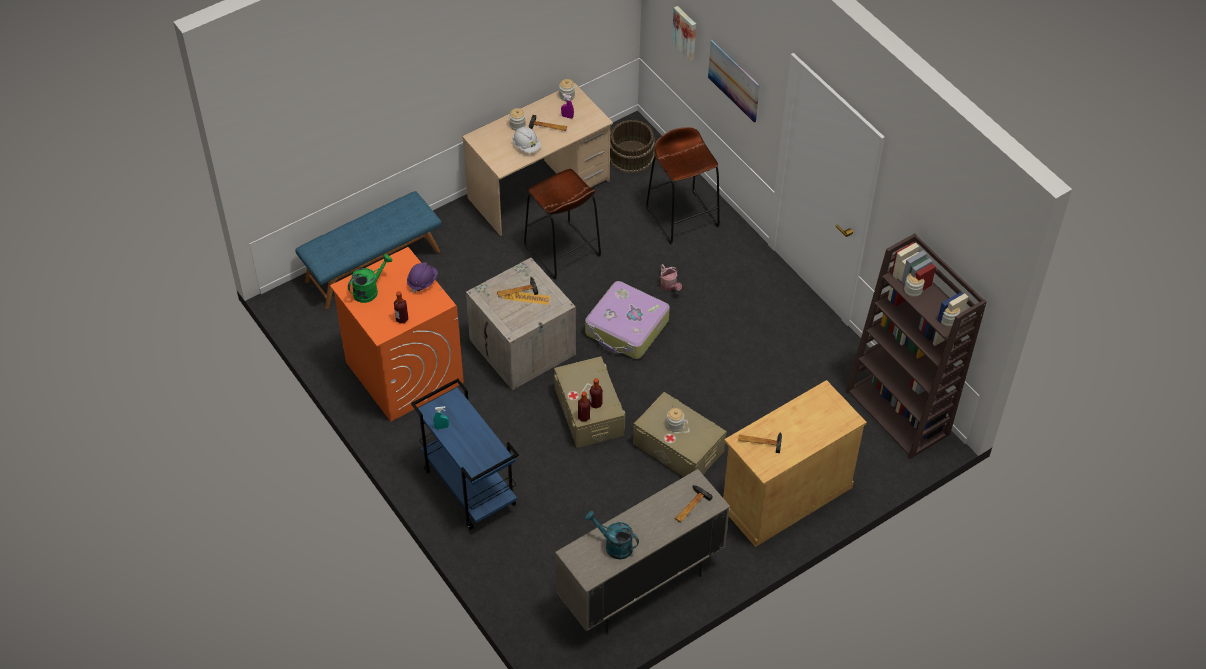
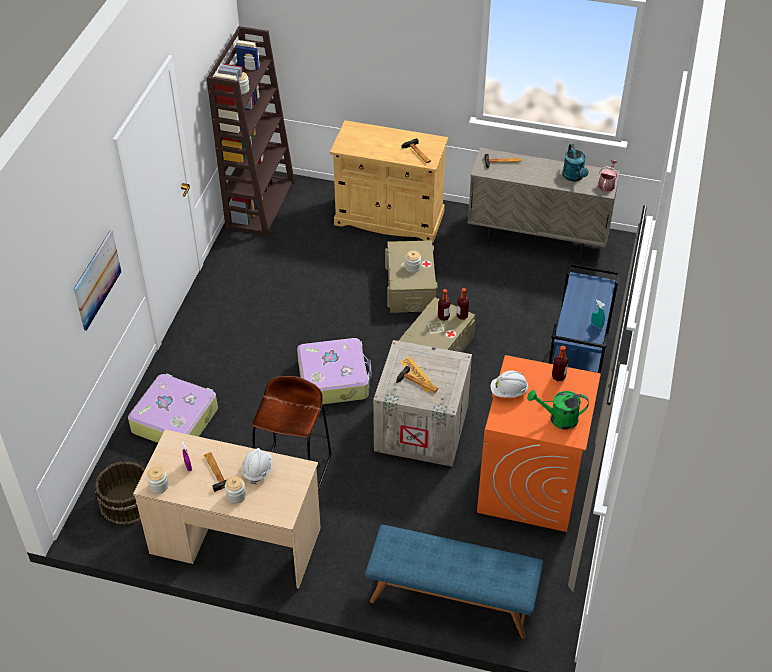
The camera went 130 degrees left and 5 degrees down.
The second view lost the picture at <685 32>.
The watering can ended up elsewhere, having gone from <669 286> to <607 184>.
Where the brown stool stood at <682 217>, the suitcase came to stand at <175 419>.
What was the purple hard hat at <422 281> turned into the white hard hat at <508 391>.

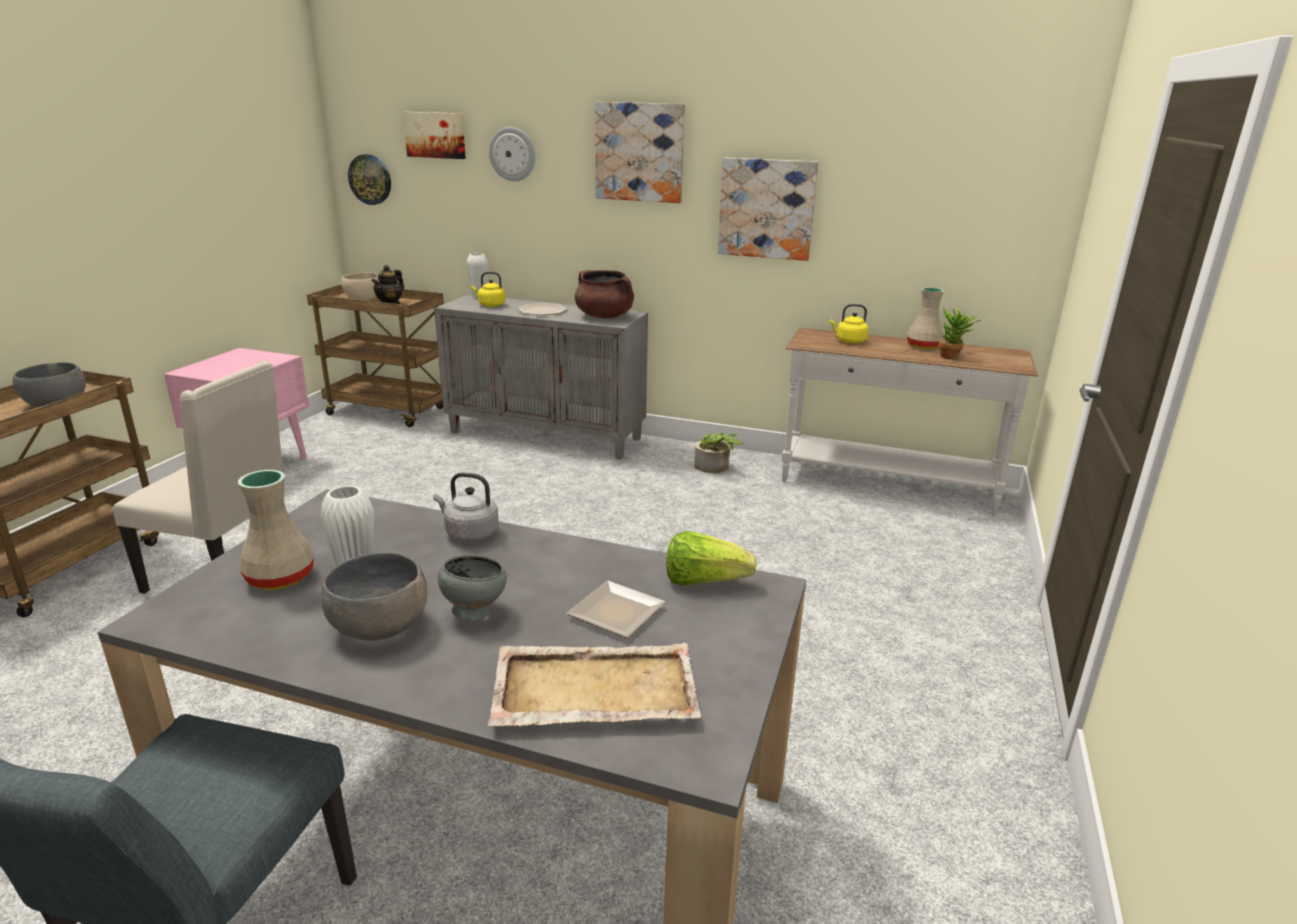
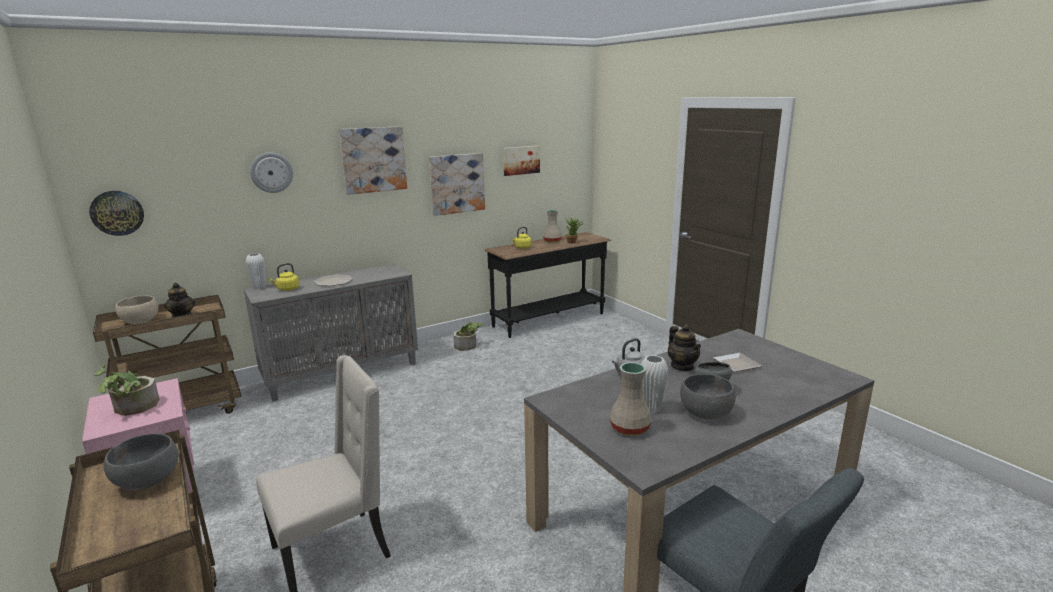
The camera went 50 degrees left and 5 degrees down.
The second view lost the beige tray at <593 689>.
The second view lost the brown cooking pot at <605 316>.
The second view lost the lettuce at <703 581>.
The second view gained the potted plant at <132 408>.
The second view gained the teapot at <682 366>.
The picture ended up elsewhere, having gone from <436 135> to <520 160>.
What was the white console table at <887 486> turned into the black console table at <549 320>.

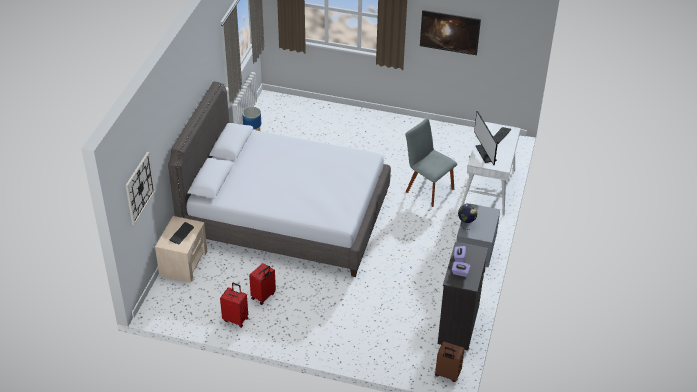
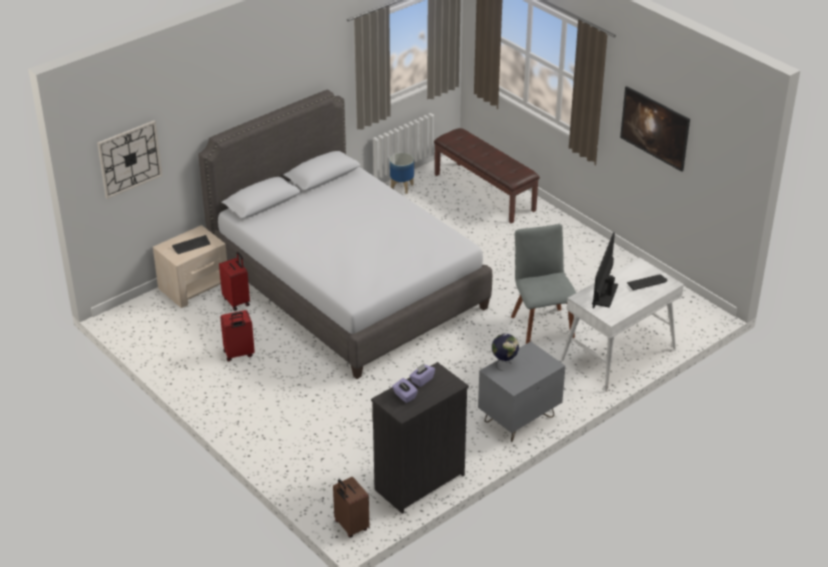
The camera went 35 degrees right and 5 degrees down.
The second view gained the brown bench at <485 192>.
The red suitcase ended up elsewhere, having gone from <236 319> to <237 301>.

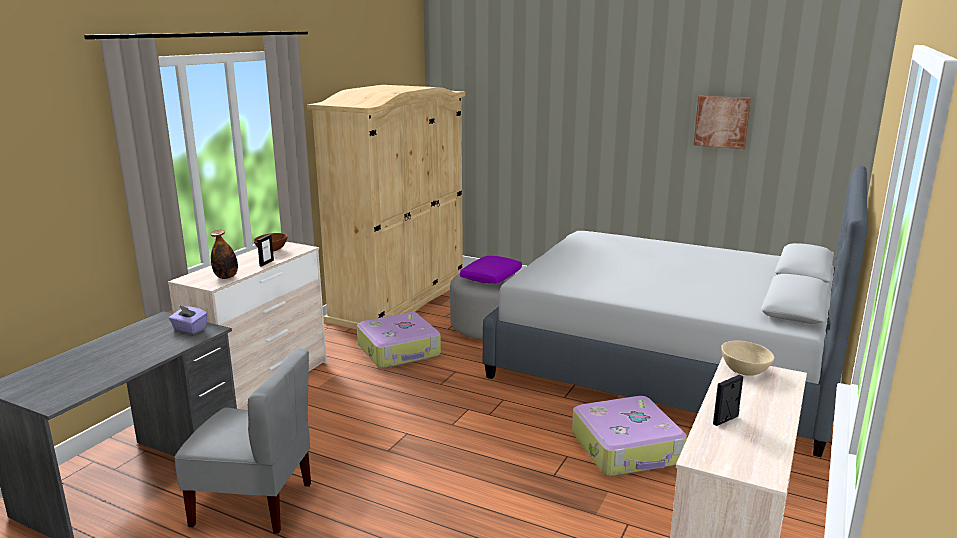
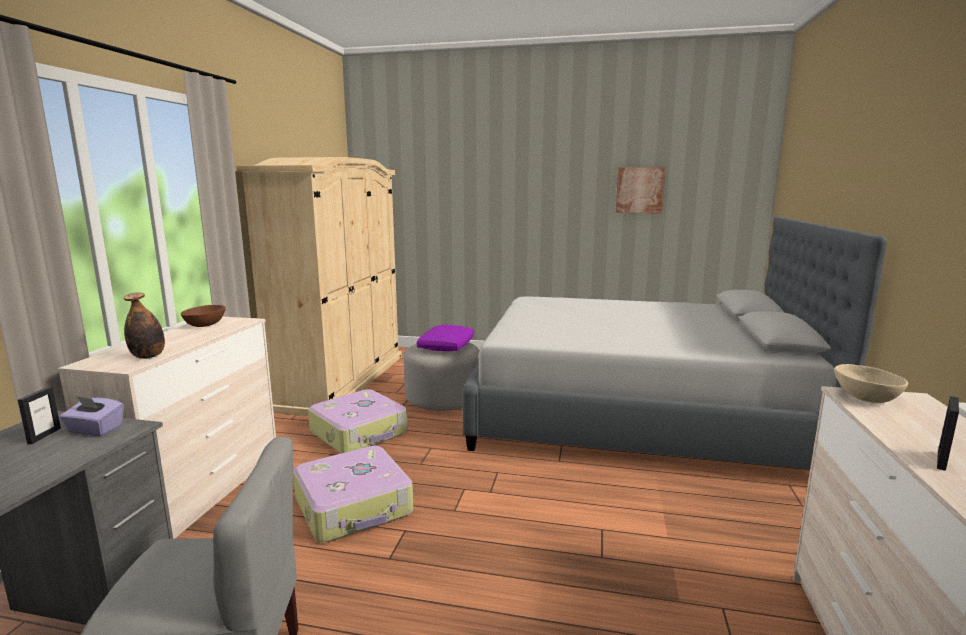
The camera went 15 degrees left and 5 degrees down.
The picture frame ended up elsewhere, having gone from <266 263> to <44 436>.
The suitcase ended up elsewhere, having gone from <627 449> to <354 506>.

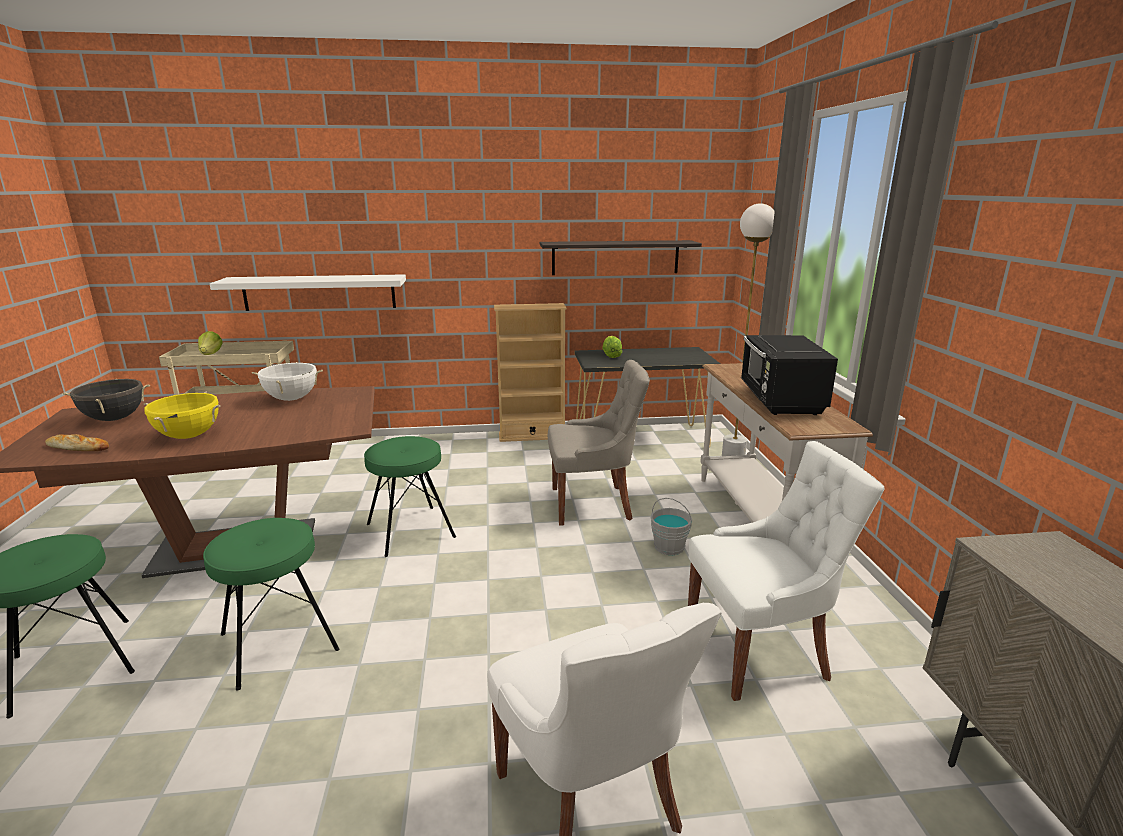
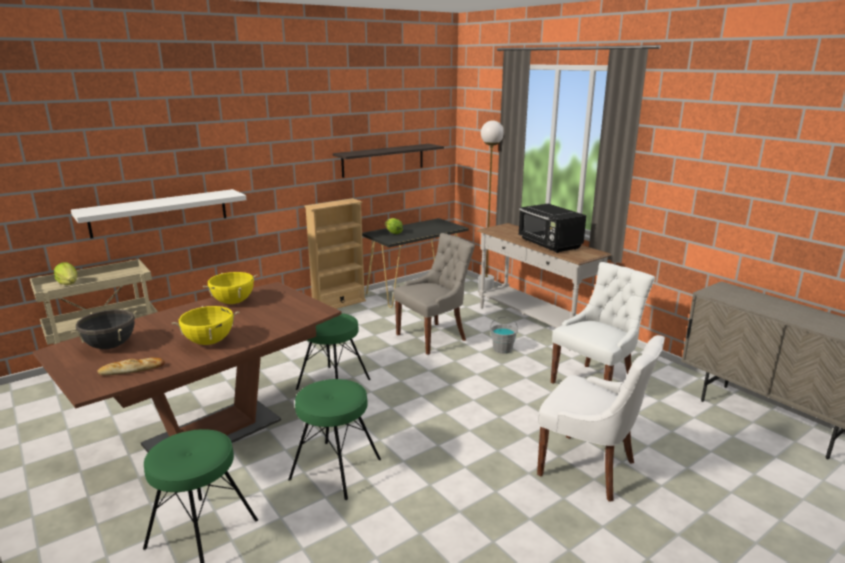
The camera went 30 degrees left and 0 degrees up.
What was the white cooking pot at <292 399> turned into the yellow cooking pot at <233 302>.

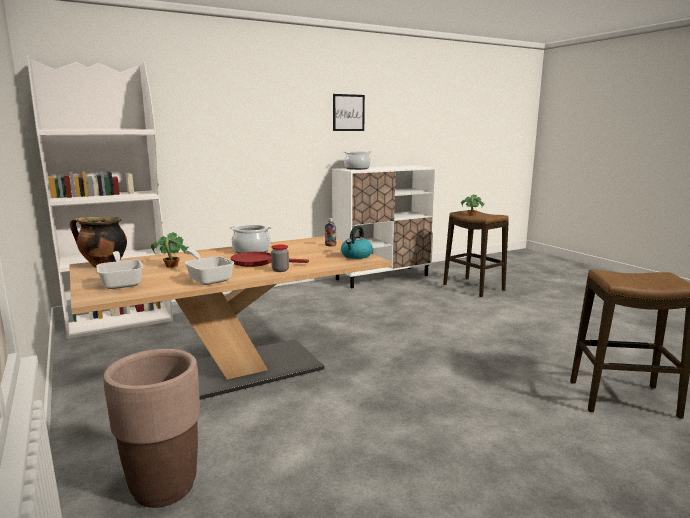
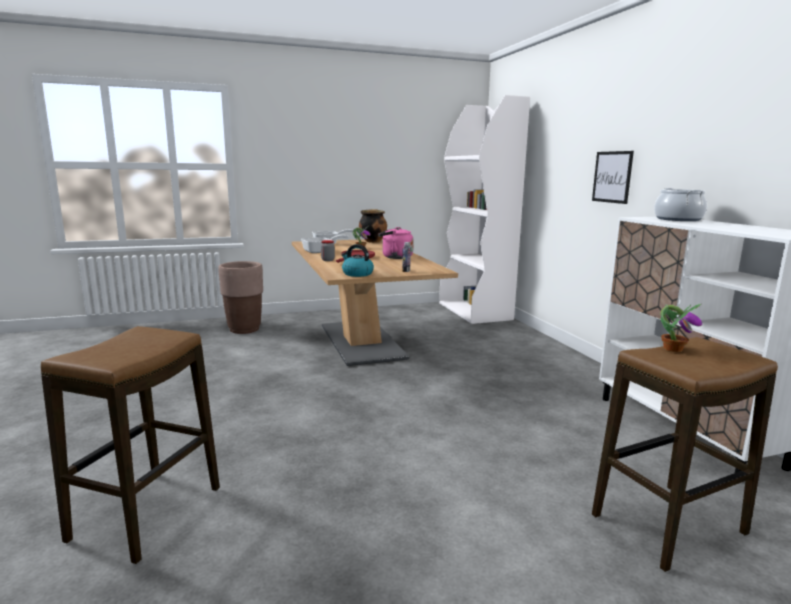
The camera went 100 degrees right and 0 degrees up.
The picture ended up elsewhere, having gone from <348 112> to <612 177>.
Where the cooking pot stood at <252 251>, the pink kettle came to stand at <395 257>.

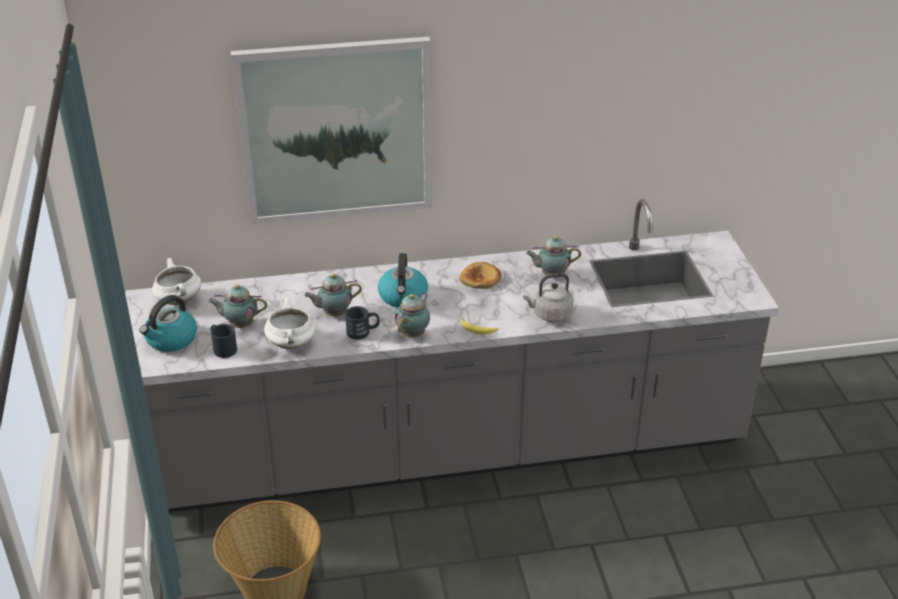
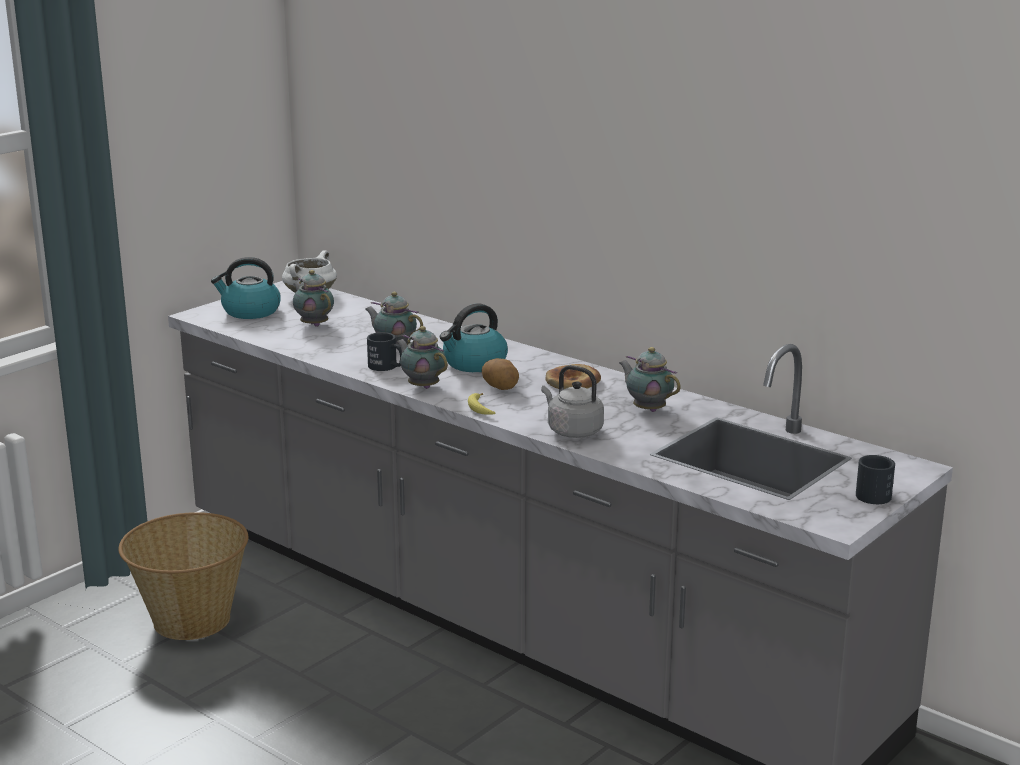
The camera went 50 degrees right and 15 degrees down.
The second view lost the picture at <336 131>.
The second view lost the white cooking pot at <292 344>.
The second view gained the potato at <500 388>.
The black mug ended up elsewhere, having gone from <222 348> to <873 493>.
The teapot at <414 333> ended up facing another way, 120 degrees counterclockwise from before.

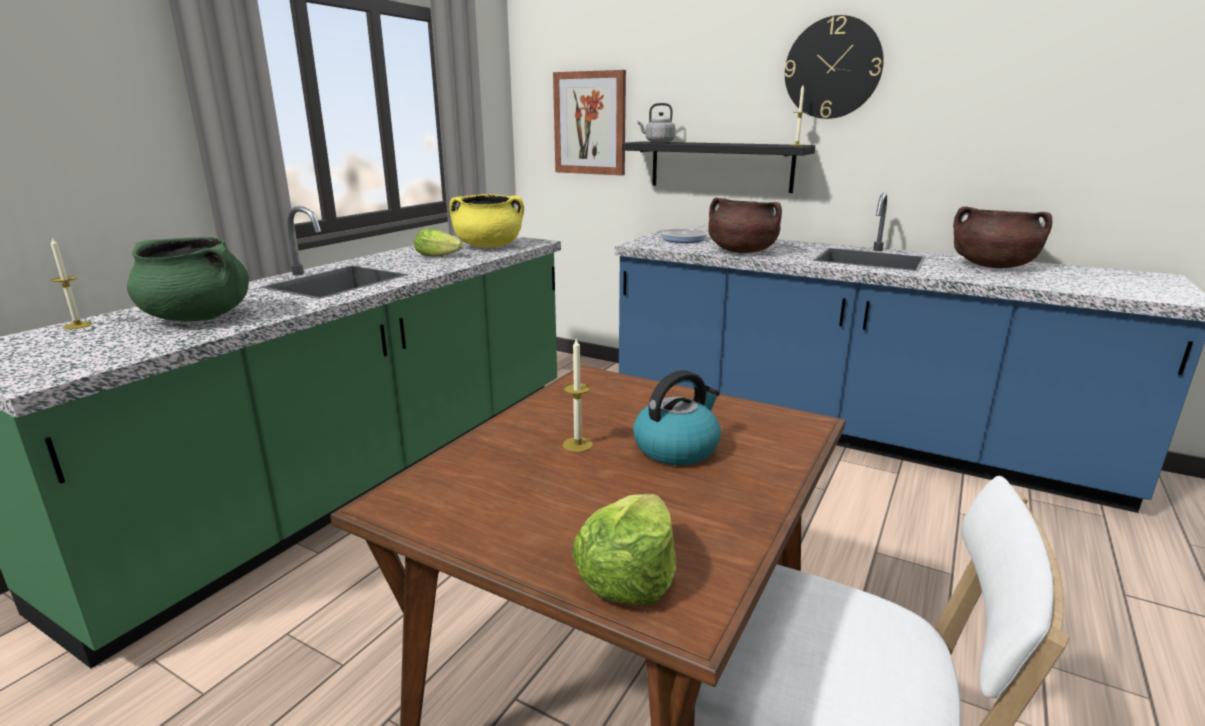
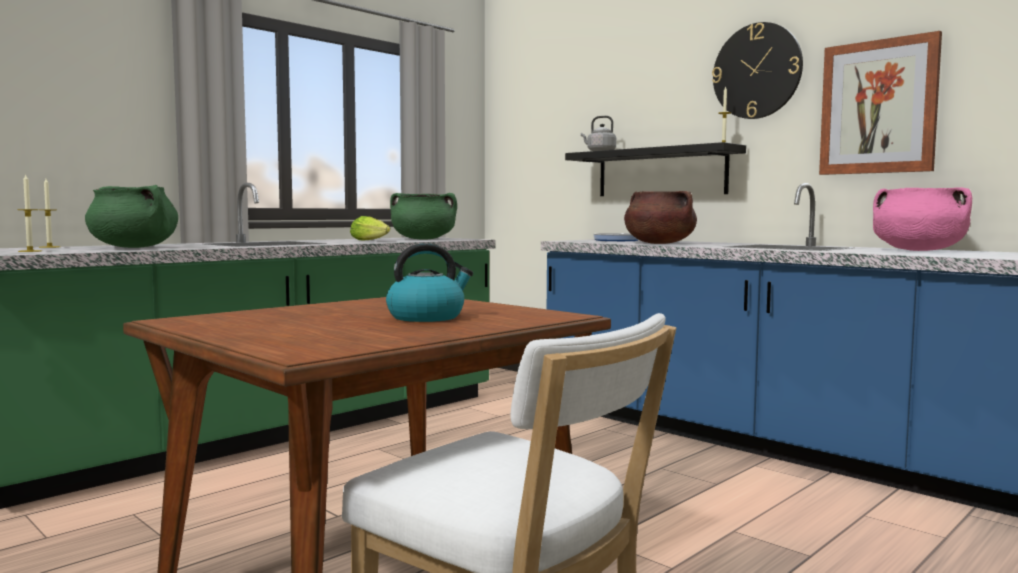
The camera went 15 degrees right and 15 degrees down.
The second view lost the lettuce at <628 576>.
The picture ended up elsewhere, having gone from <590 123> to <878 107>.
The candle ended up elsewhere, having gone from <577 444> to <30 251>.
What was the yellow cooking pot at <489 246> turned into the green cooking pot at <423 239>.
What was the brown cooking pot at <992 266> turned into the pink cooking pot at <917 250>.

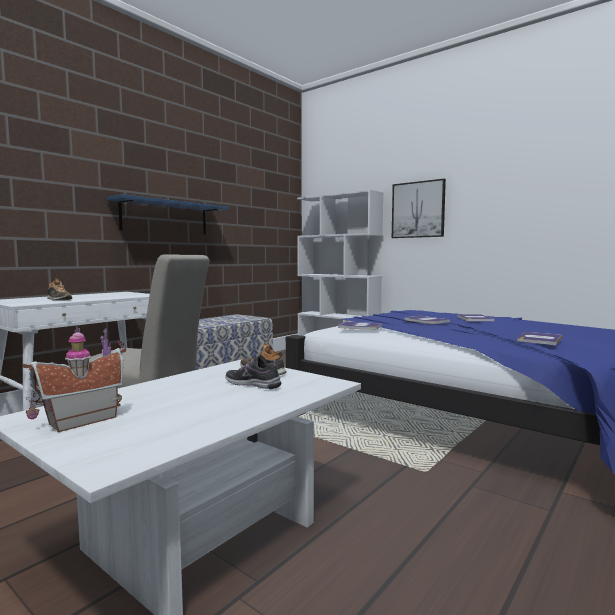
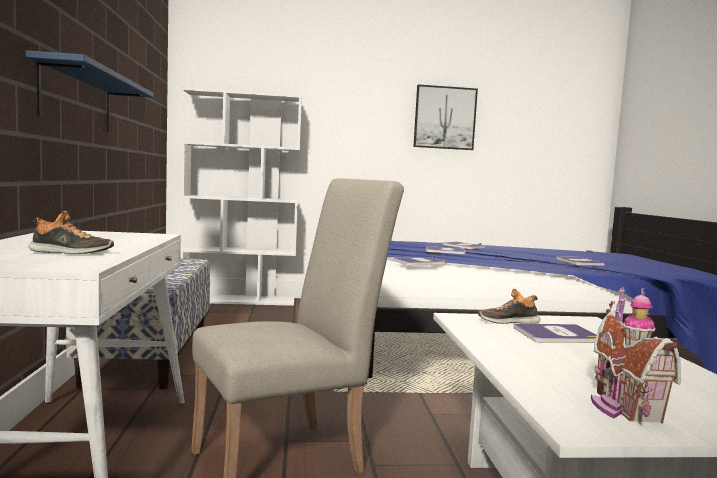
The camera went 45 degrees left and 0 degrees up.
The picture ended up elsewhere, having gone from <418 210> to <444 118>.
Where the shoe stood at <253 384>, the book came to stand at <556 335>.

